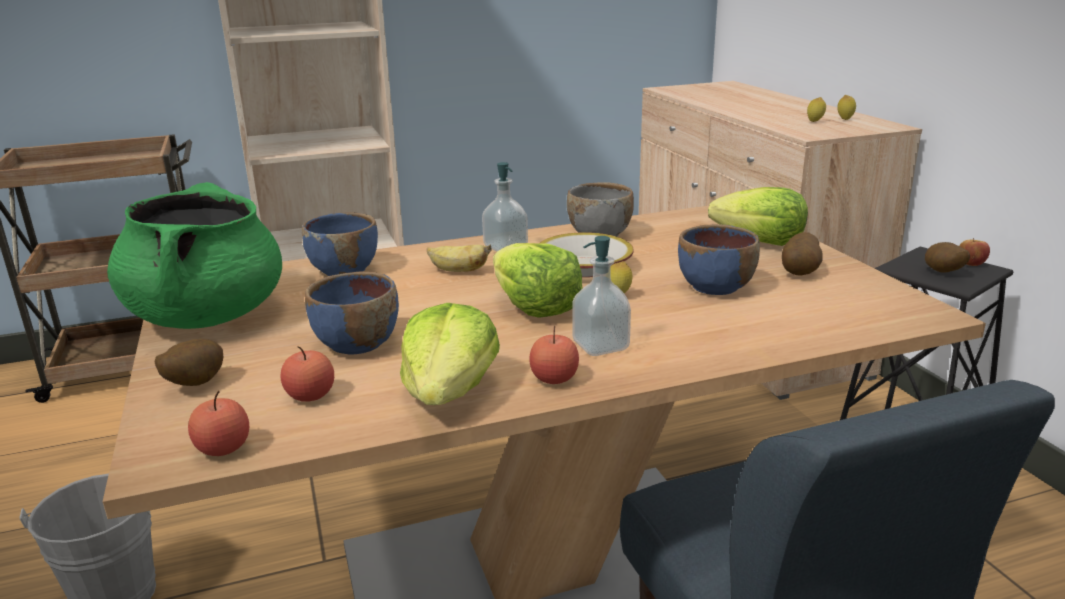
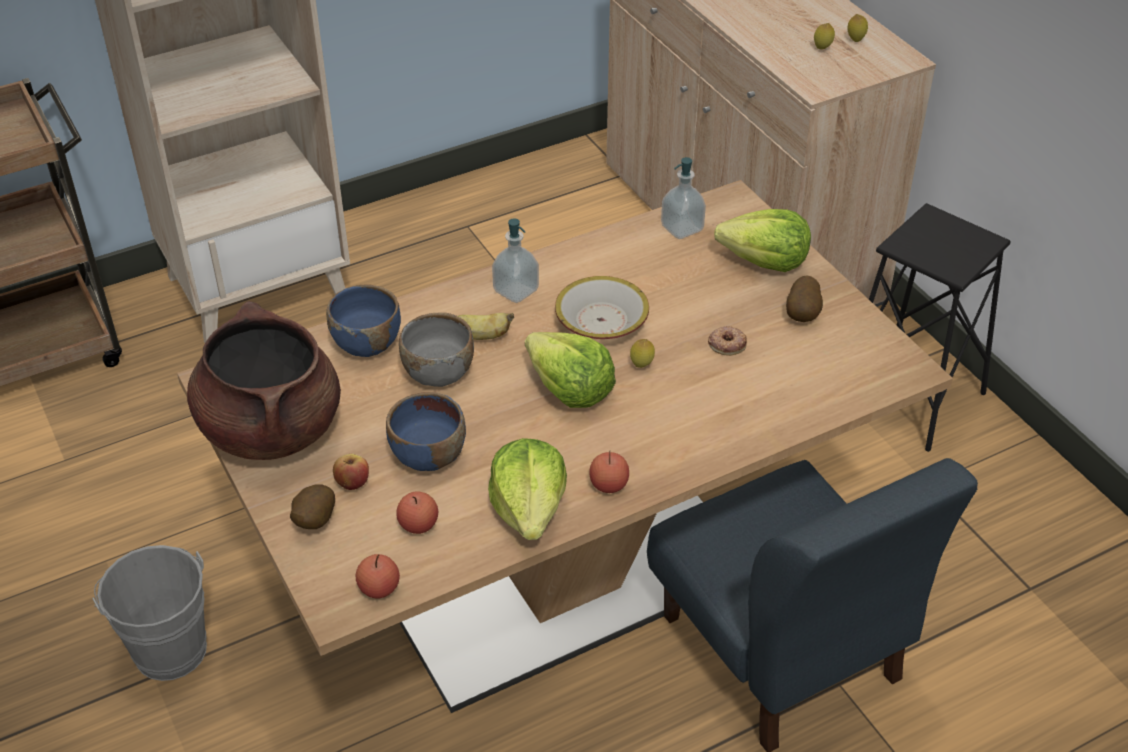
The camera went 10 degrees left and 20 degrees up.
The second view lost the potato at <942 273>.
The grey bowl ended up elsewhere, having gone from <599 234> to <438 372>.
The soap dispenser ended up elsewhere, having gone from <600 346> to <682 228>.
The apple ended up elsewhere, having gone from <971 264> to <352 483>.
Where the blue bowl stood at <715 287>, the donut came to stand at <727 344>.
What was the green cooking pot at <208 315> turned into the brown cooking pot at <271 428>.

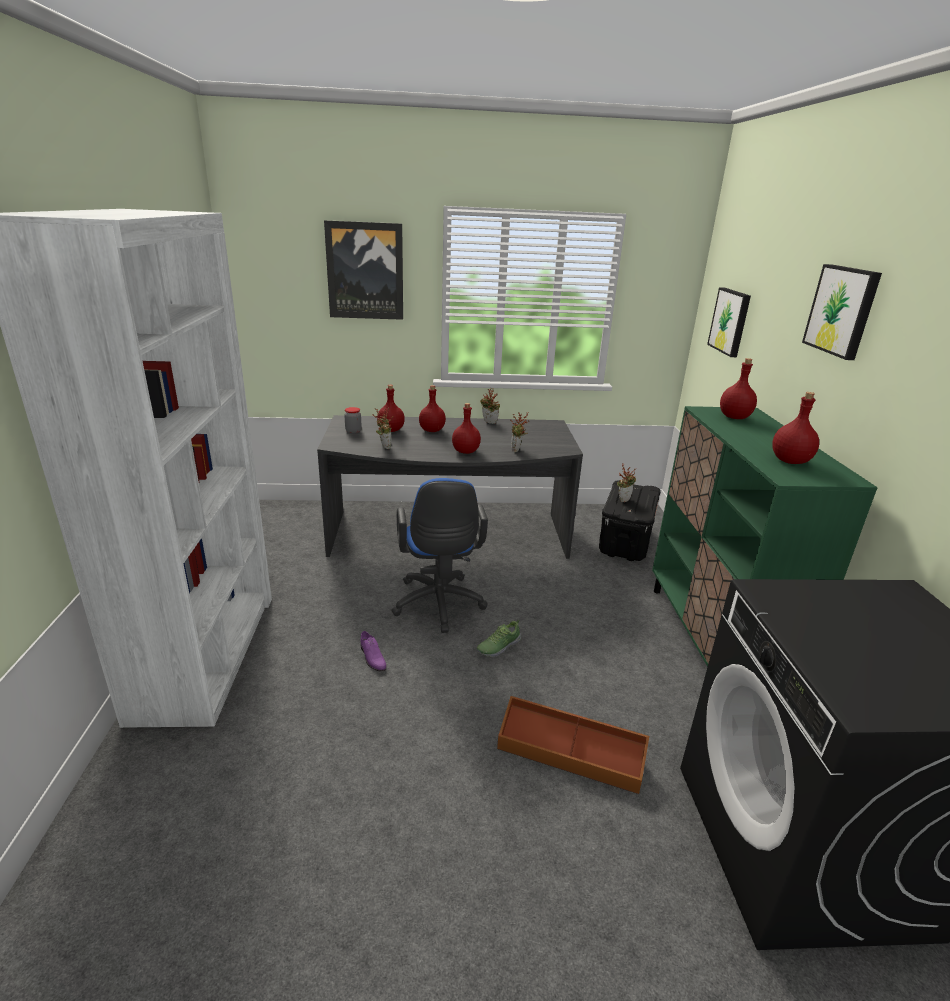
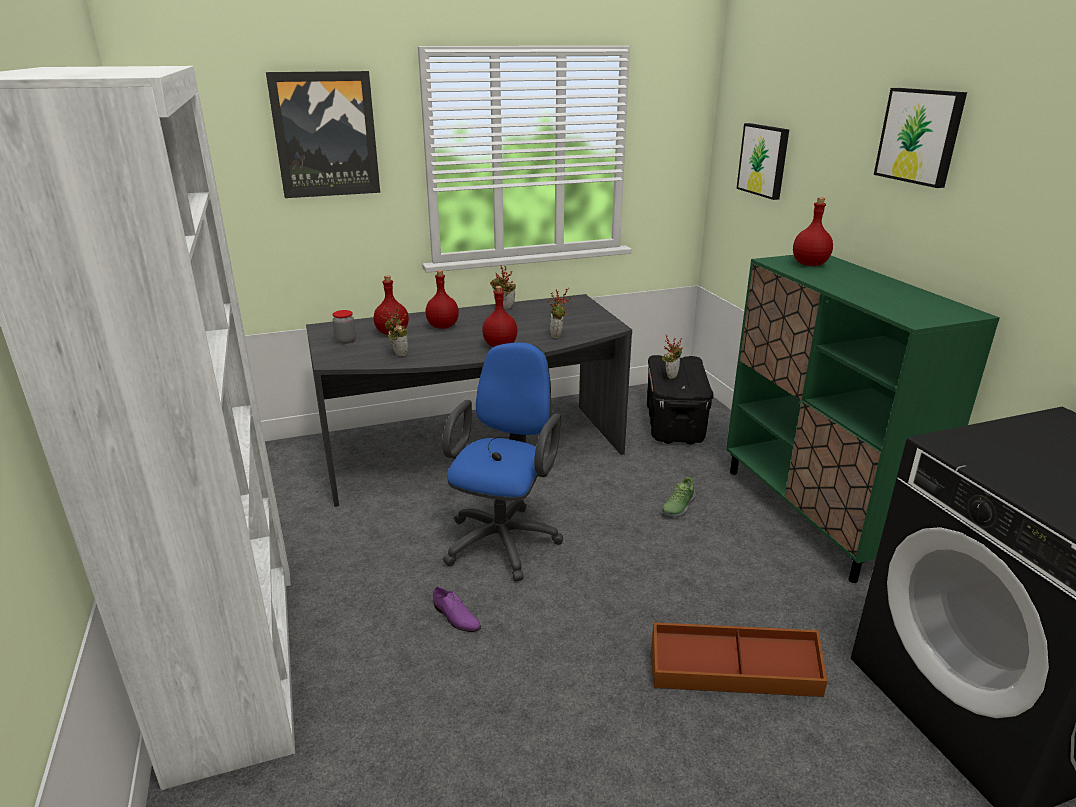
The camera went 15 degrees left and 0 degrees up.
The second view lost the red bottle at <790 461>.
The shoe ended up elsewhere, having gone from <498 646> to <678 506>.
The blue office chair at <438 606> ended up facing another way, 135 degrees counterclockwise from before.

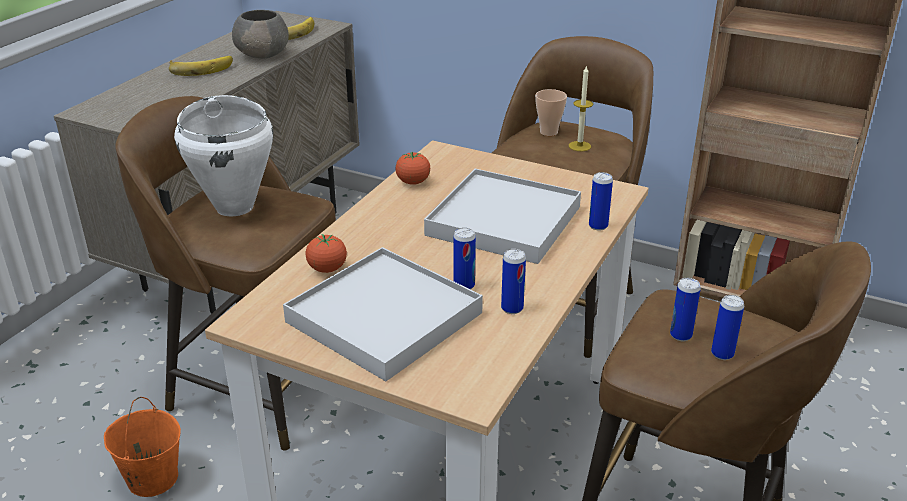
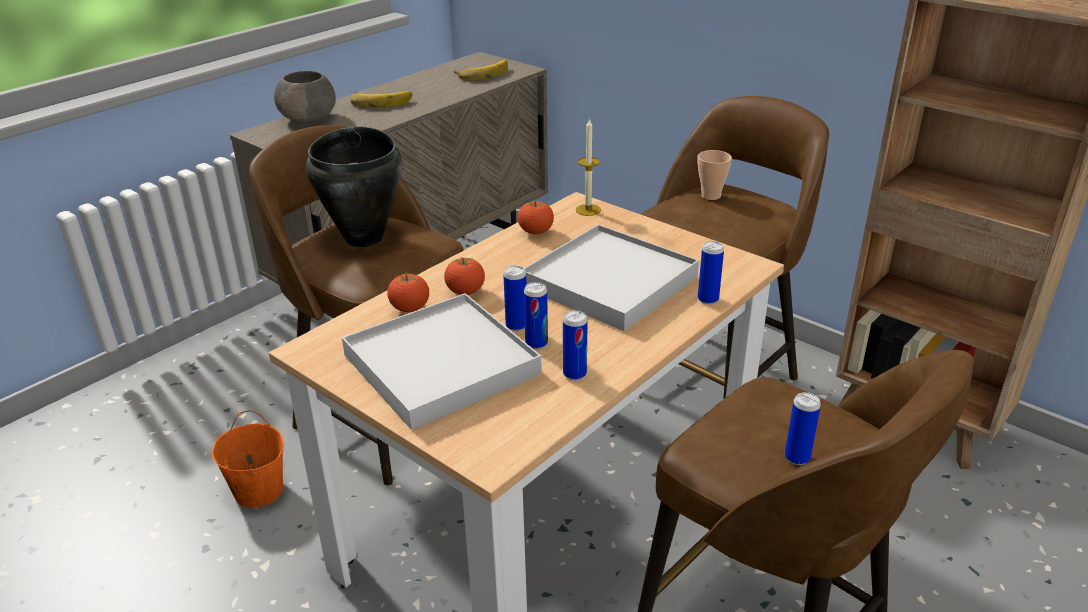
The camera went 15 degrees right and 0 degrees up.
The second view gained the tomato at <465 292>.
The grey bowl ended up elsewhere, having gone from <263 54> to <309 118>.
The candle ended up elsewhere, having gone from <579 146> to <588 210>.
The can ended up elsewhere, having gone from <680 335> to <516 325>.
What was the white cooking pot at <235 206> turned into the black cooking pot at <365 238>.

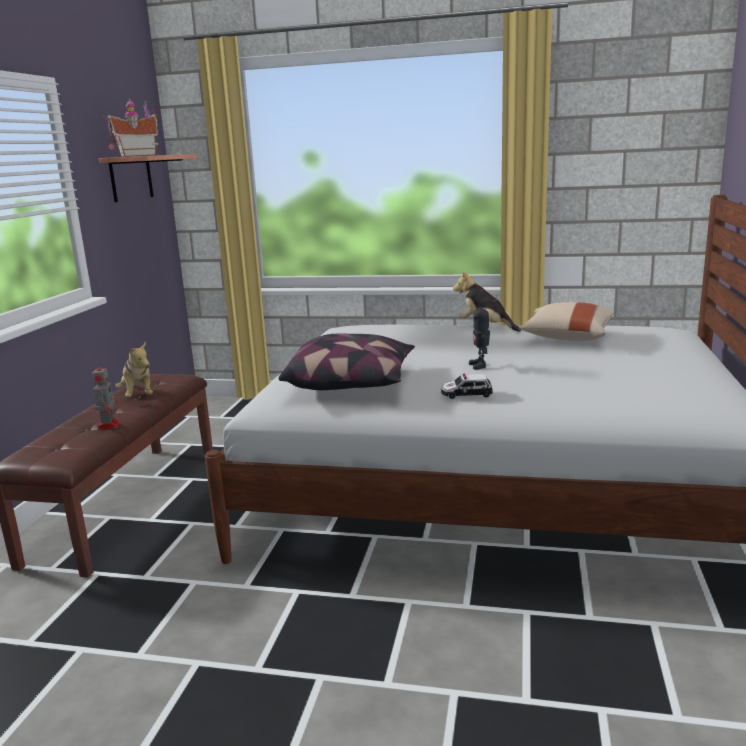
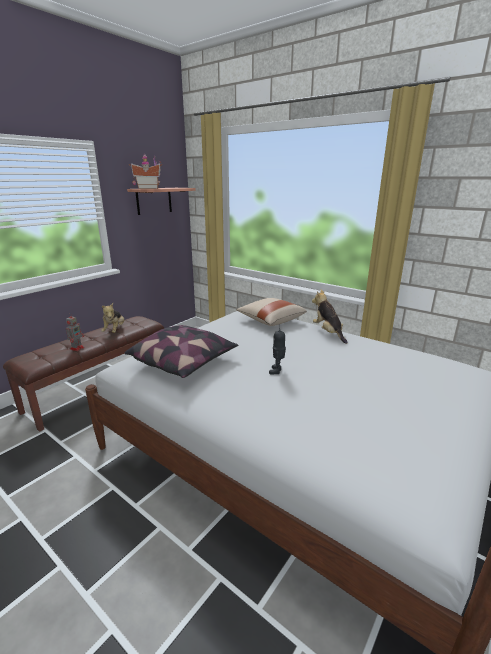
The camera went 25 degrees right and 5 degrees up.
The second view lost the toy car at <466 394>.
The beige pillow ended up elsewhere, having gone from <566 337> to <270 320>.

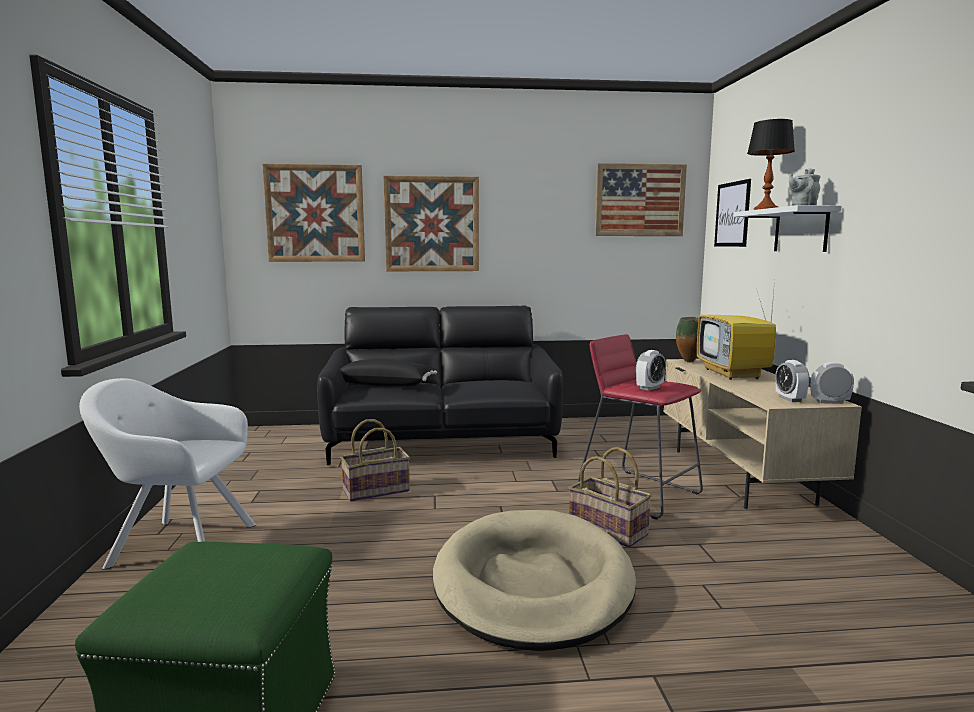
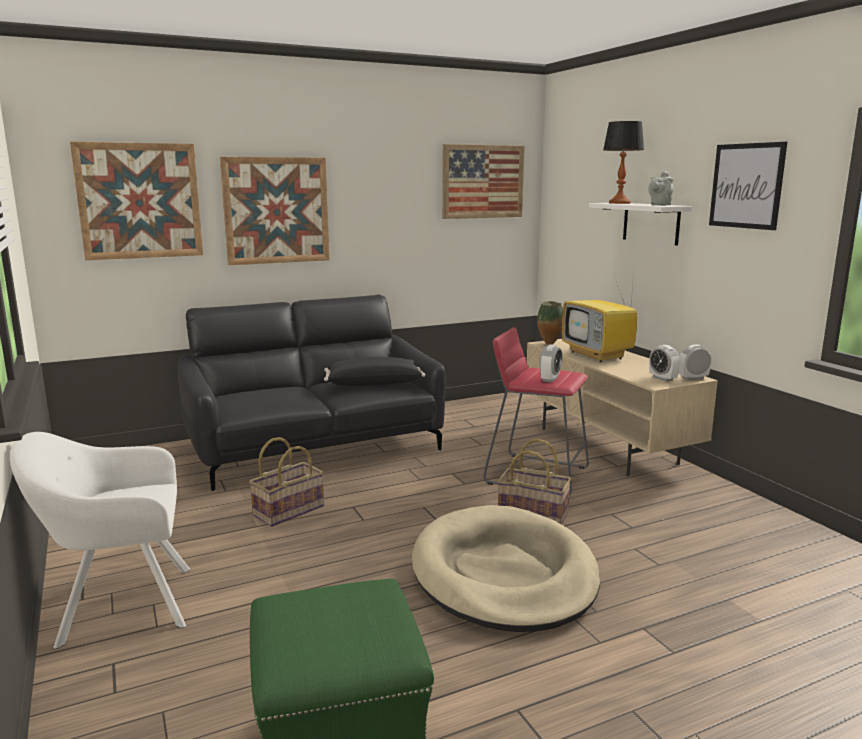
The camera went 20 degrees left and 5 degrees up.
The black pillow ended up elsewhere, having gone from <386 385> to <374 383>.
The picture ended up elsewhere, having gone from <732 214> to <746 186>.

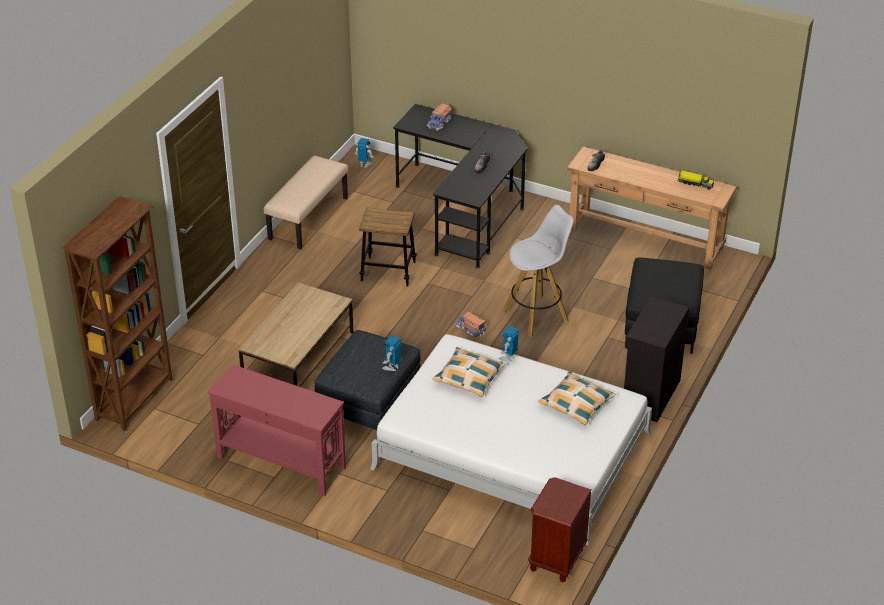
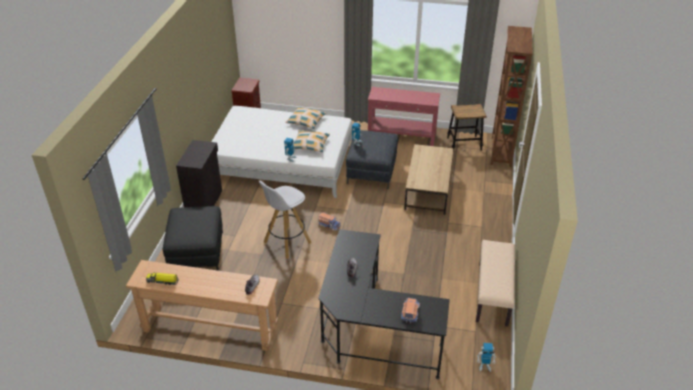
The camera went 165 degrees right and 0 degrees up.
The stool ended up elsewhere, having gone from <388 271> to <464 144>.
The pillow ended up elsewhere, having gone from <576 404> to <306 121>.

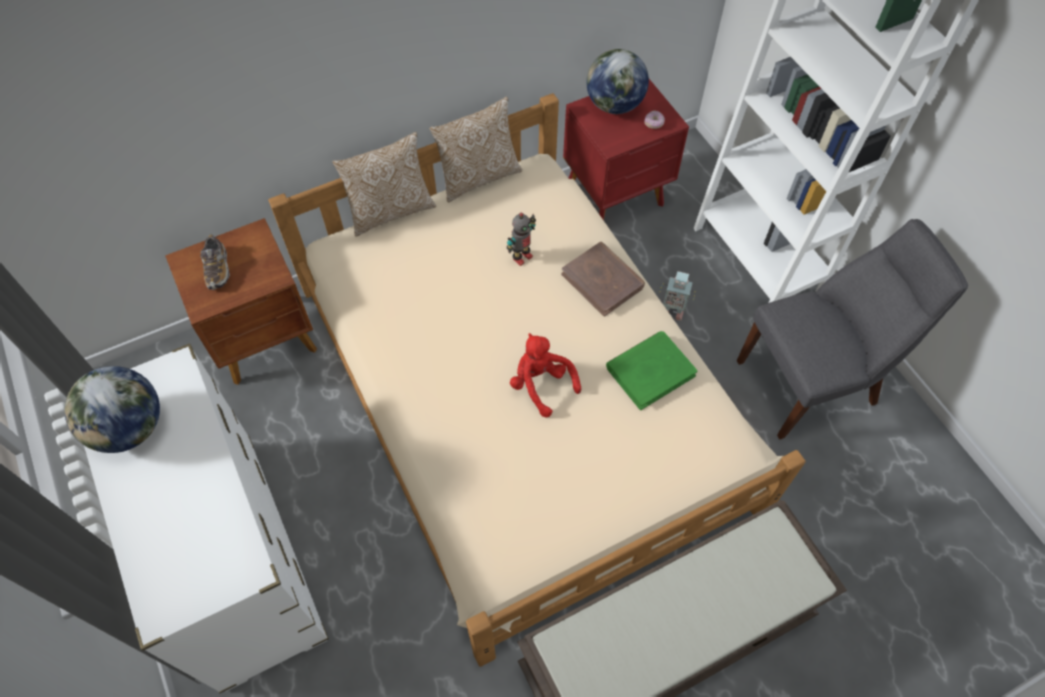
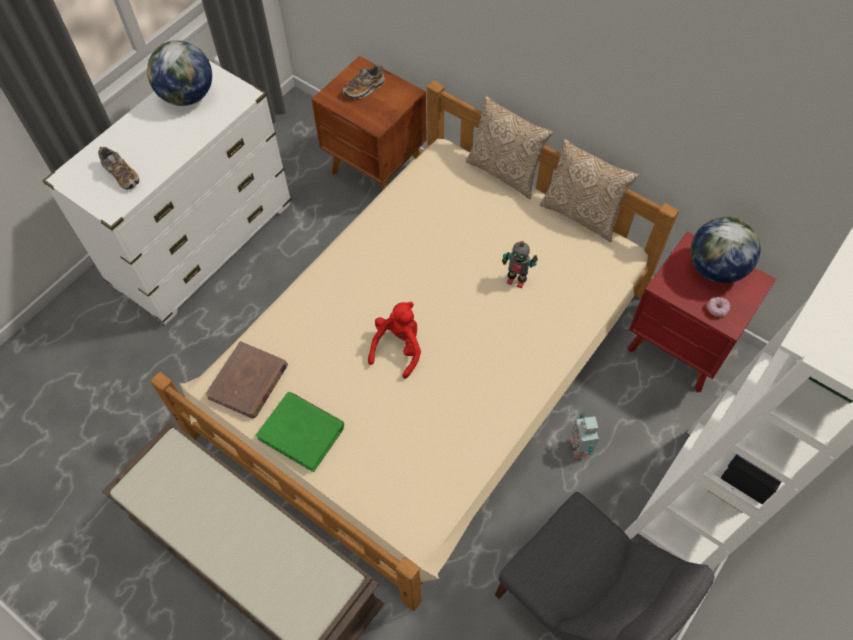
The camera went 65 degrees right and 0 degrees up.
The second view gained the shoe at <121 175>.
The brown book ended up elsewhere, having gone from <603 280> to <248 382>.
The green book ended up elsewhere, having gone from <650 371> to <302 432>.

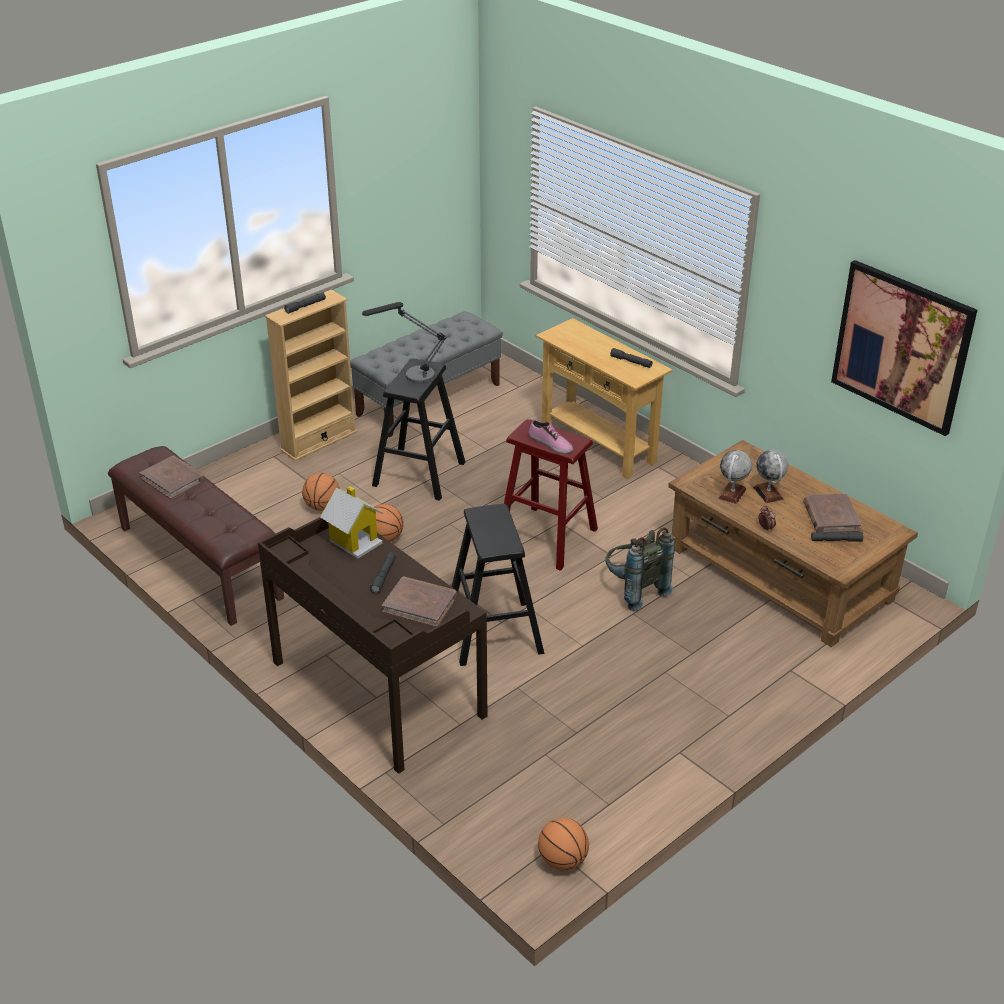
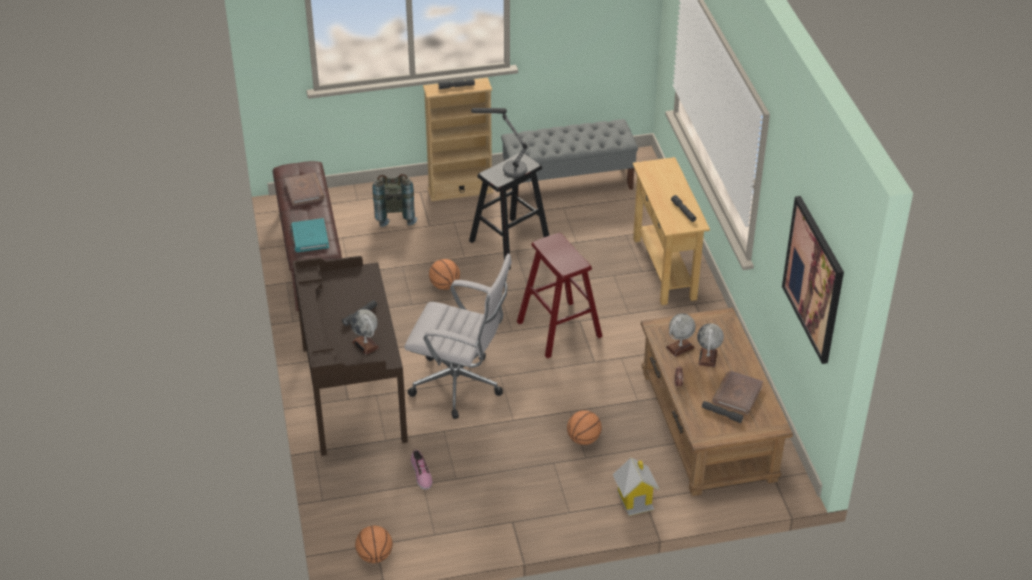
The camera went 30 degrees right and 5 degrees up.
The second view gained the turquoise book at <309 237>.
The basketball ended up elsewhere, having gone from <322 507> to <583 439>.
The toy house ended up elsewhere, having gone from <355 541> to <635 499>.
The shoe ended up elsewhere, having gone from <550 443> to <420 474>.
The grey backpack ended up elsewhere, having gone from <634 590> to <395 215>.
Where the brown book stood at <420 604>, the globe came to stand at <366 344>.
Where the black stool stood at <494 633>, the white office chair came to stand at <461 386>.

